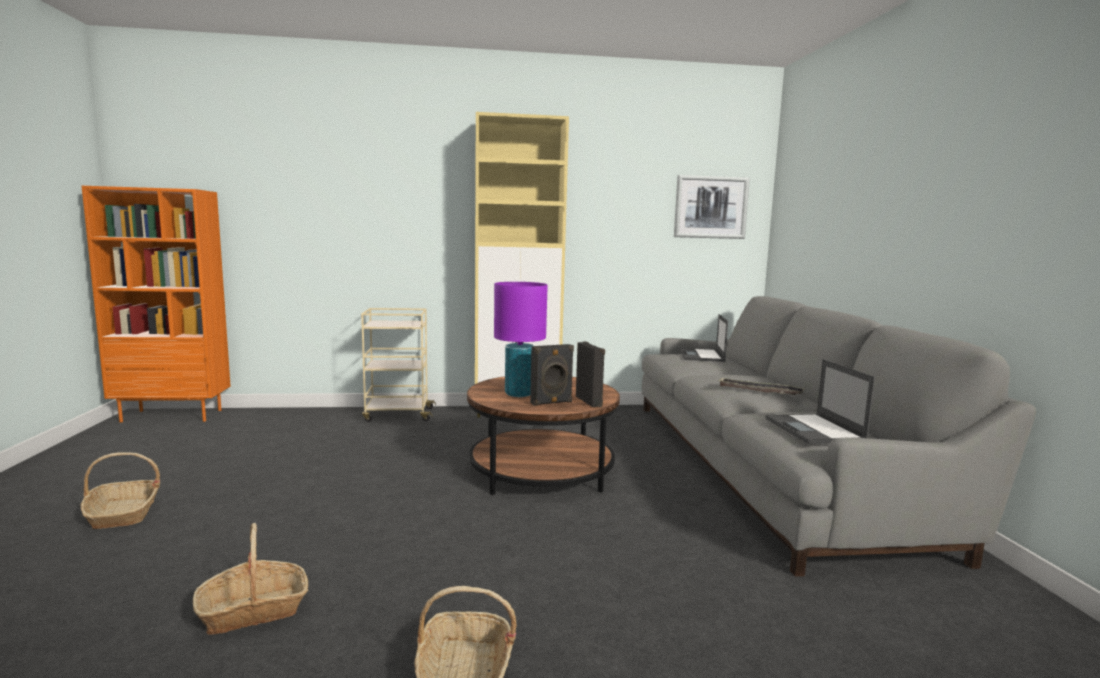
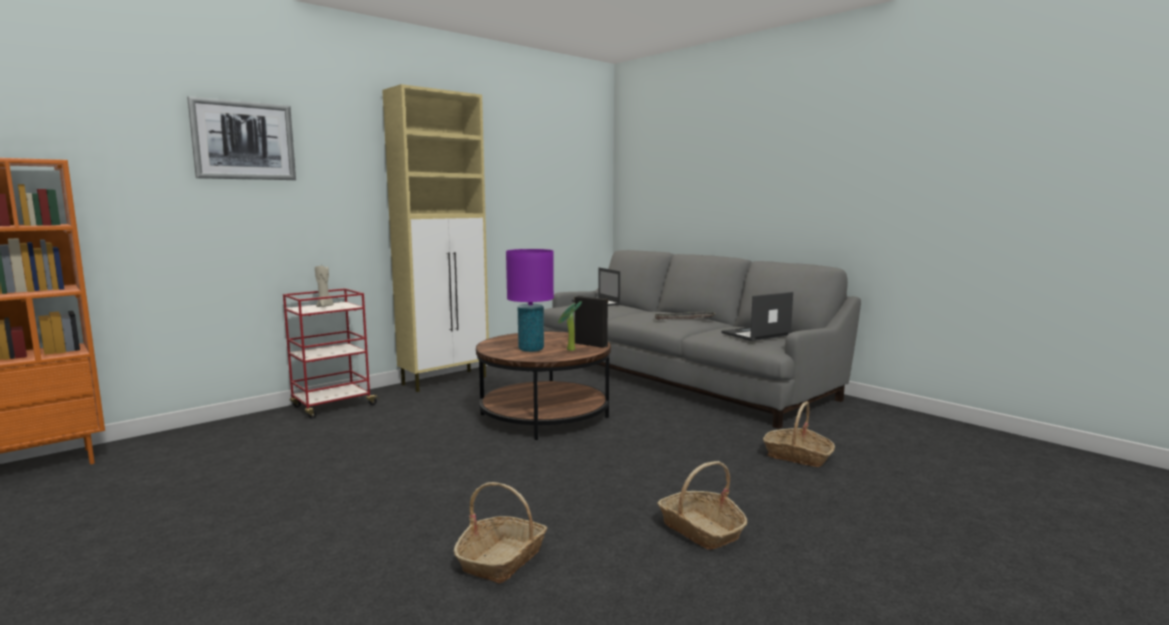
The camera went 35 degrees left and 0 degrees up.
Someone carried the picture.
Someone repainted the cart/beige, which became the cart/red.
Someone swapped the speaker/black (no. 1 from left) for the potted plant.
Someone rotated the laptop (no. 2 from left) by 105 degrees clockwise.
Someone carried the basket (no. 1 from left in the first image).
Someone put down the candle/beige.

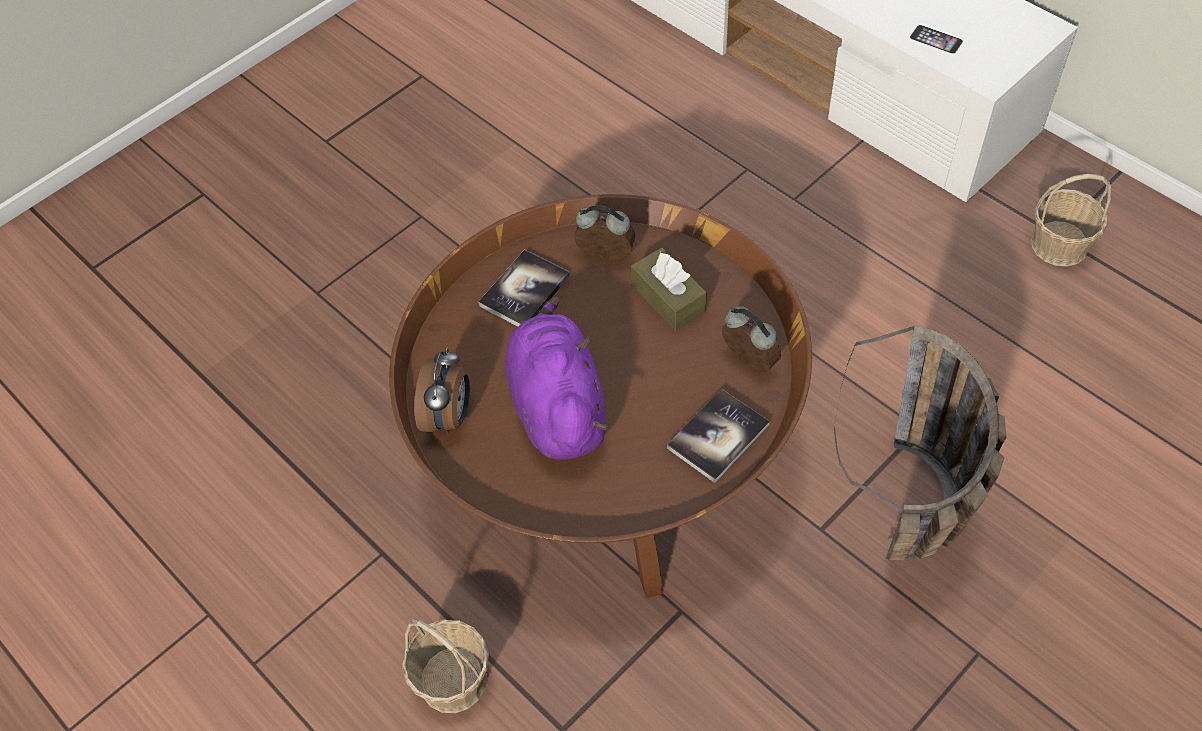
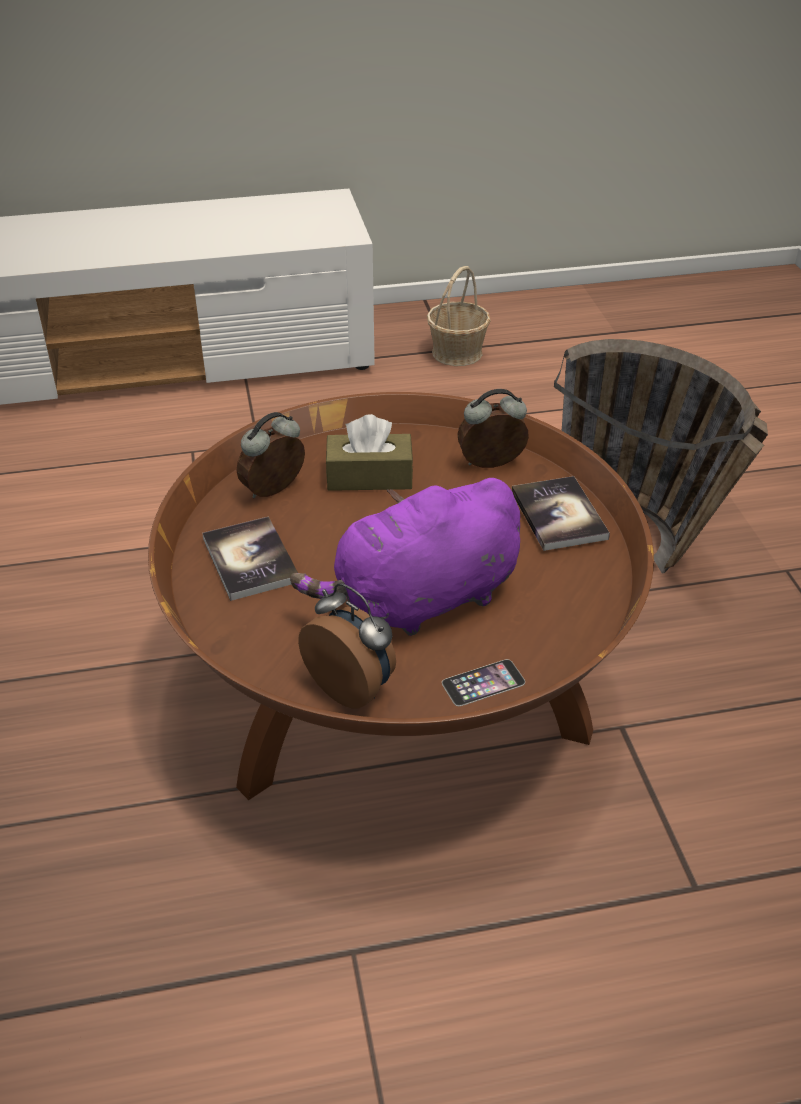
The camera went 60 degrees left and 15 degrees down.
Someone carried the phone.
Someone rotated the plush toy/purple by 45 degrees counterclockwise.
Someone took away the basket (no. 1 from left).

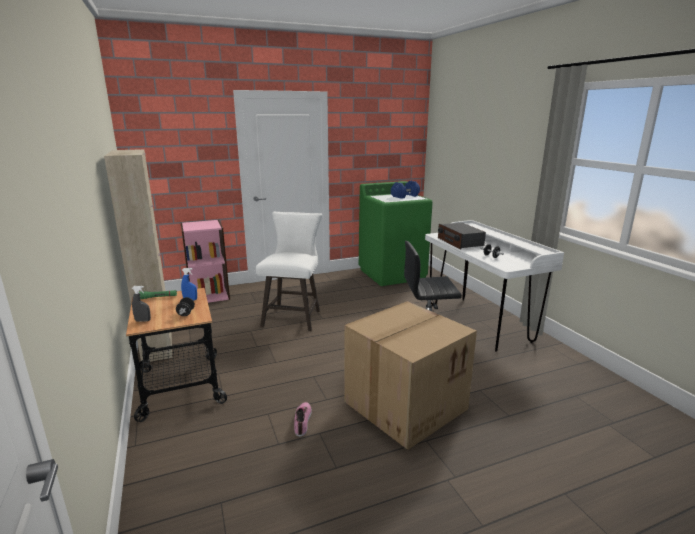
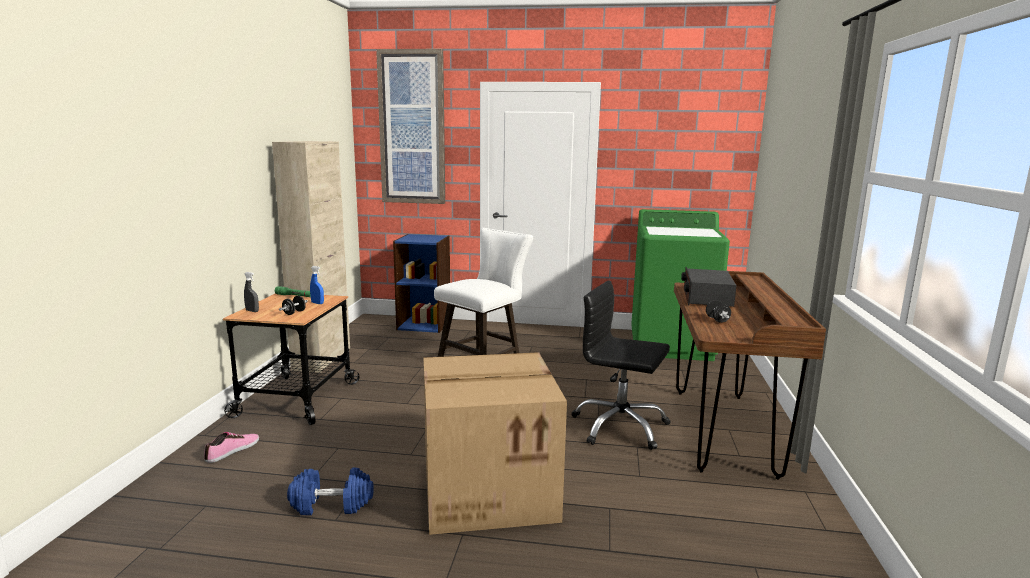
The camera went 30 degrees right and 5 degrees down.
Someone carried the dumbbell/blue.
Someone repainted the bookcase/pink, which became the bookcase/blue.
Someone repainted the desk/white, which became the desk/brown.
Someone carried the shoe.
Someone put up the picture.

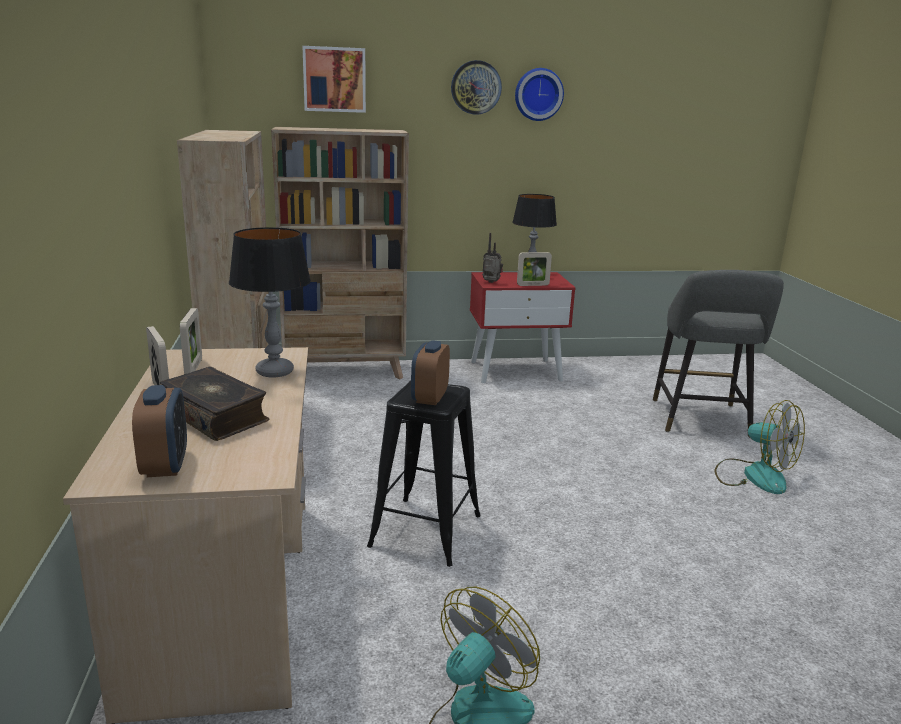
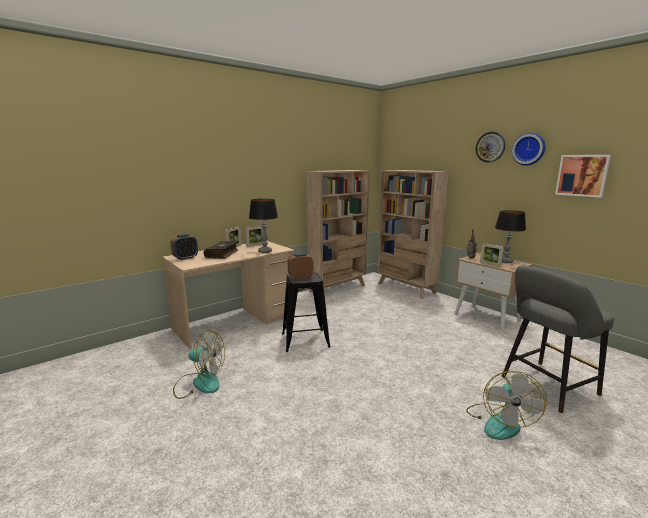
The camera went 60 degrees right and 5 degrees down.
Someone carried the picture.
Someone repainted the nightstand/red, which became the nightstand/beige.

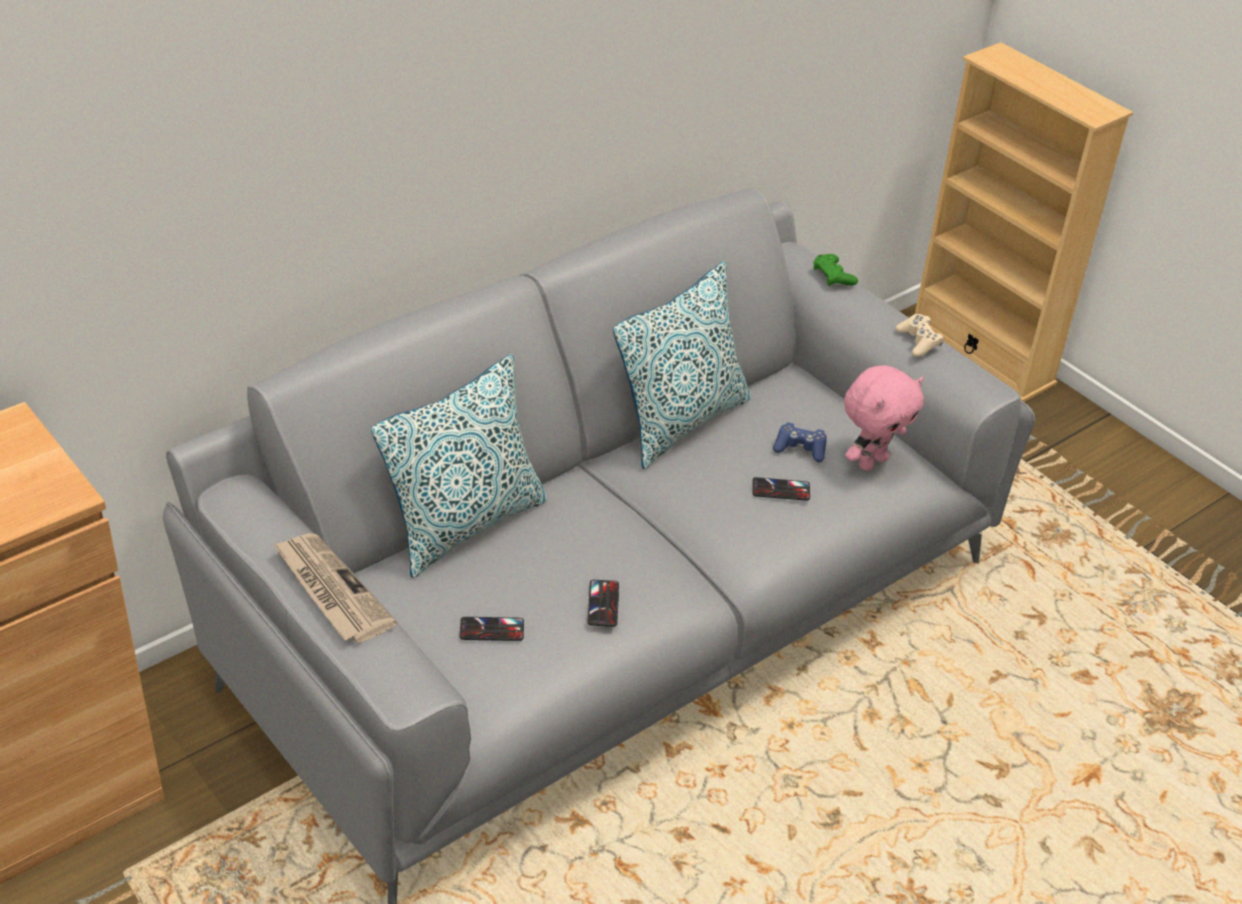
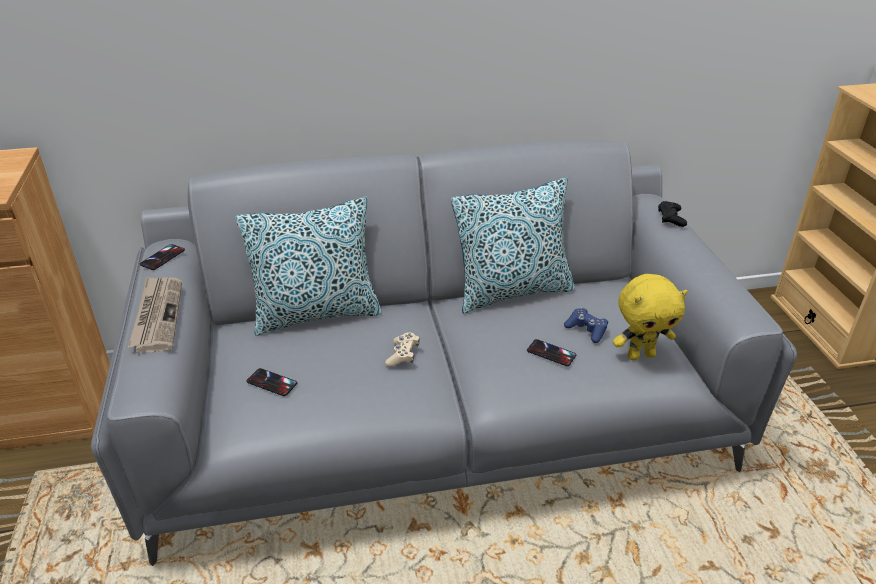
The camera went 30 degrees right and 5 degrees down.
Someone repainted the game controller/green, which became the game controller/black.
Someone carried the game controller/beige.
Someone repainted the plush toy/pink, which became the plush toy/yellow.
Someone carried the phone (no. 2 from left in the first image).

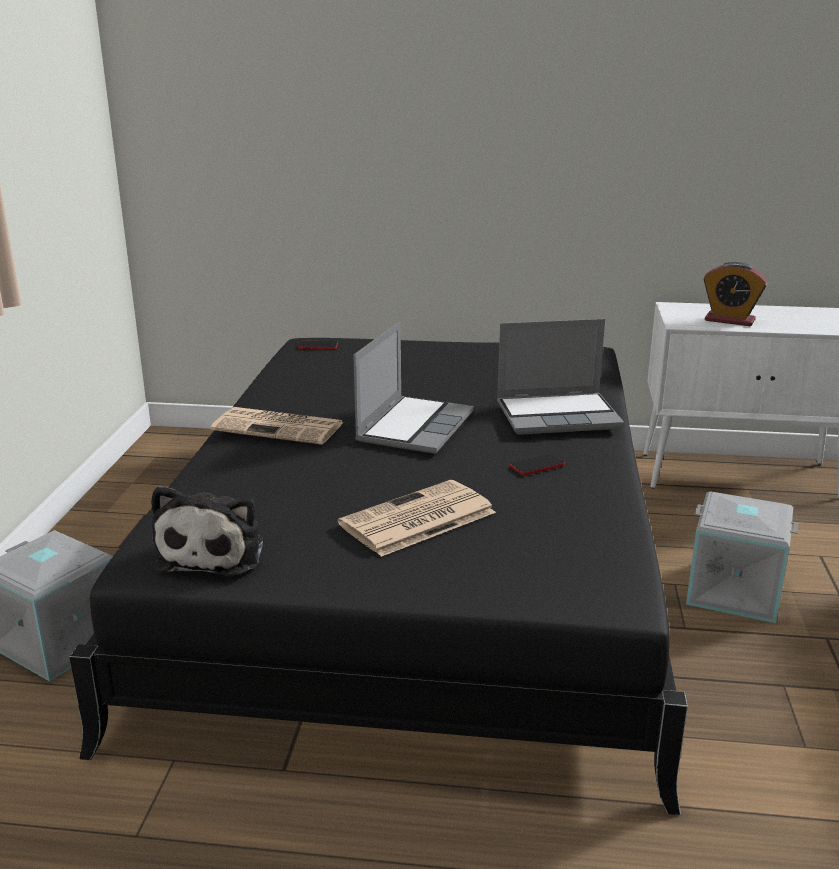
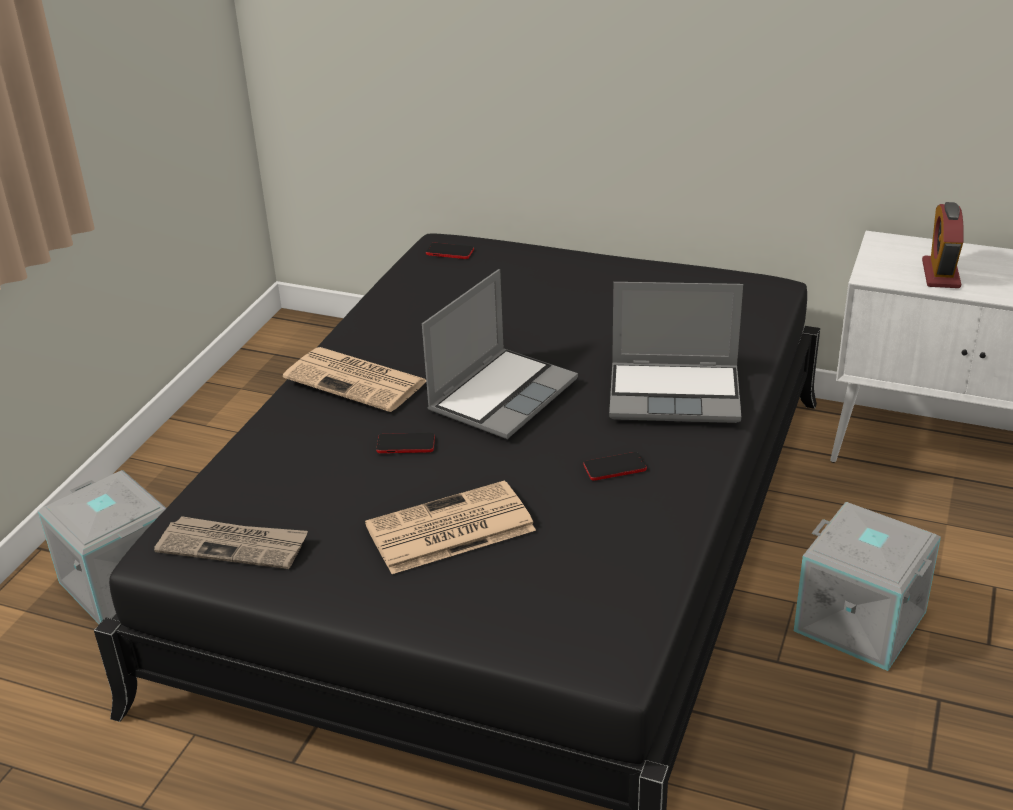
The camera went 15 degrees right and 10 degrees up.
Someone rotated the alarm clock by 60 degrees clockwise.
Someone swapped the plush toy for the newspaper (no. 1 from left).
Someone put down the phone (no. 1 from left).

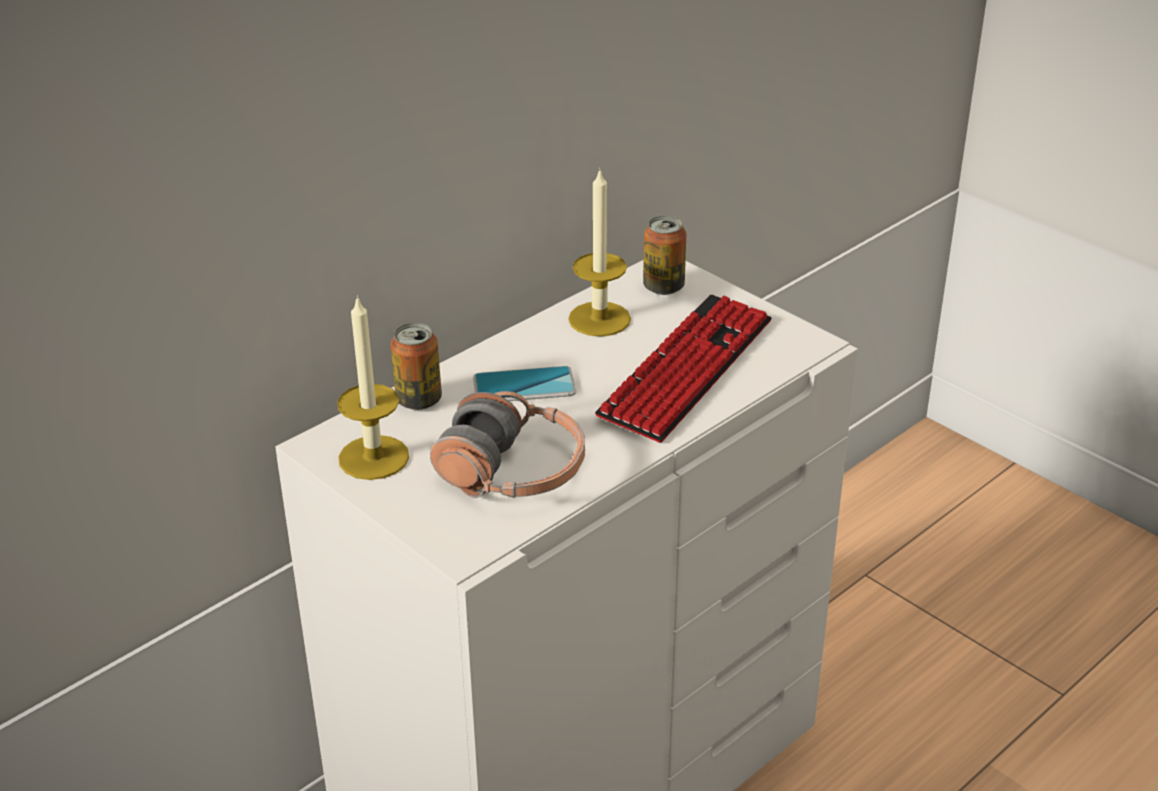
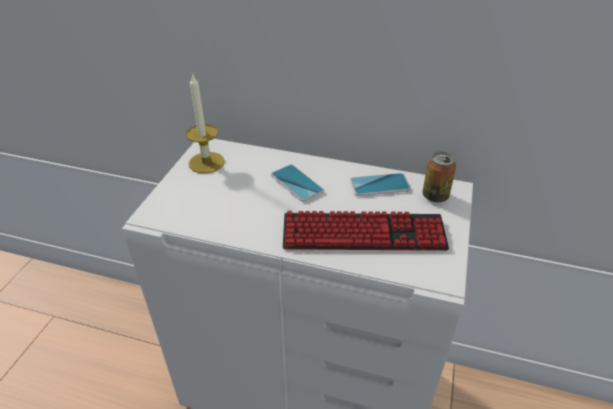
The camera went 60 degrees right and 5 degrees up.
Someone swapped the candle (no. 2 from left) for the phone (no. 2 from left).
Someone took away the can (no. 1 from left).
Someone took away the headphones.

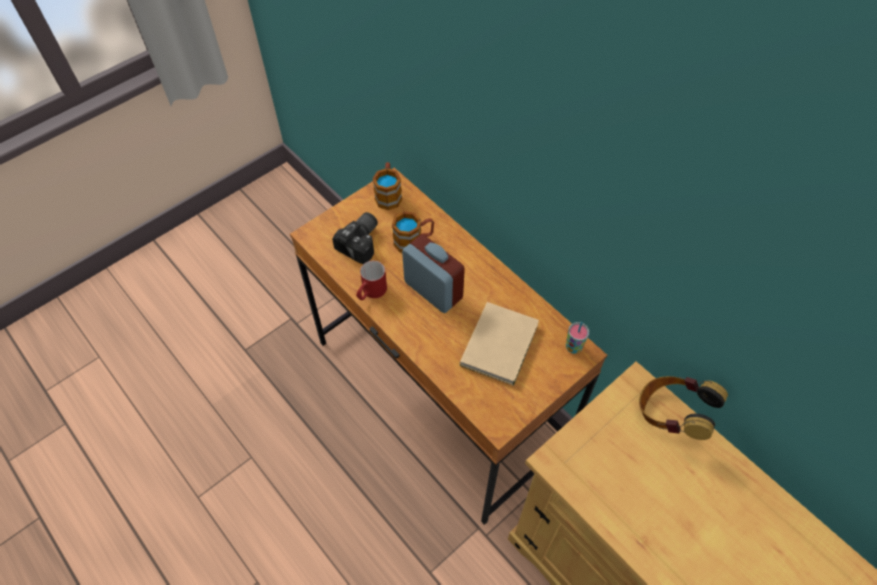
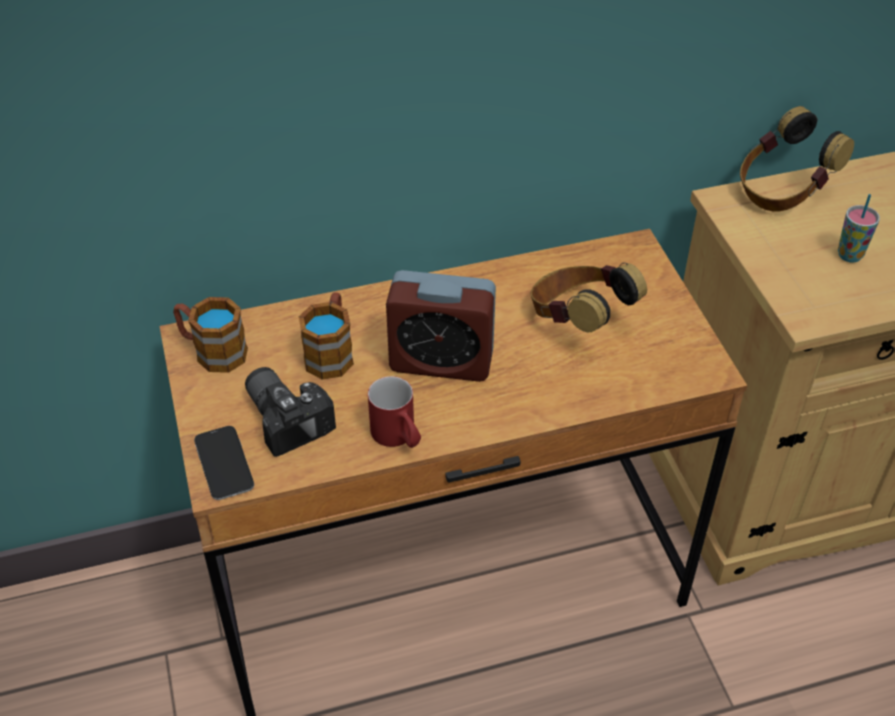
The camera went 65 degrees left and 10 degrees down.
Someone rotated the alarm clock by 150 degrees counterclockwise.
Someone swapped the book/beige for the headphones (no. 1 from left).
Someone carried the cup.
Someone put down the phone.

